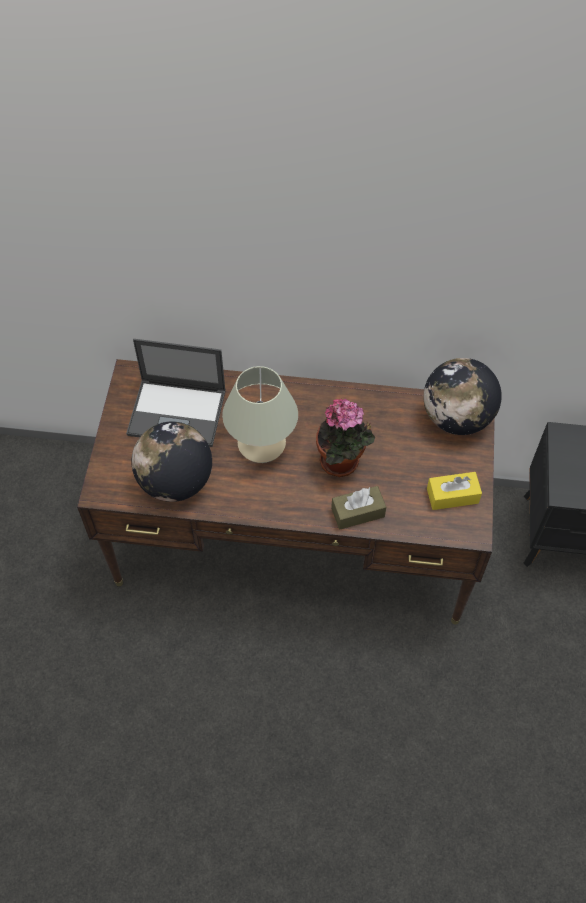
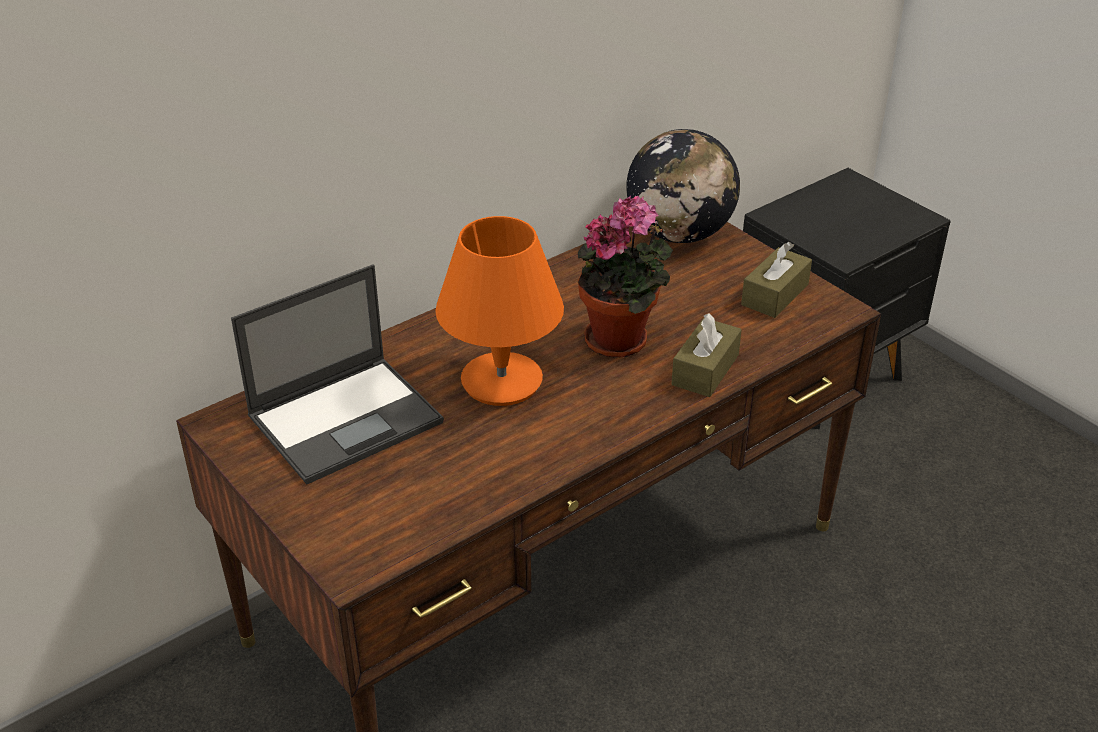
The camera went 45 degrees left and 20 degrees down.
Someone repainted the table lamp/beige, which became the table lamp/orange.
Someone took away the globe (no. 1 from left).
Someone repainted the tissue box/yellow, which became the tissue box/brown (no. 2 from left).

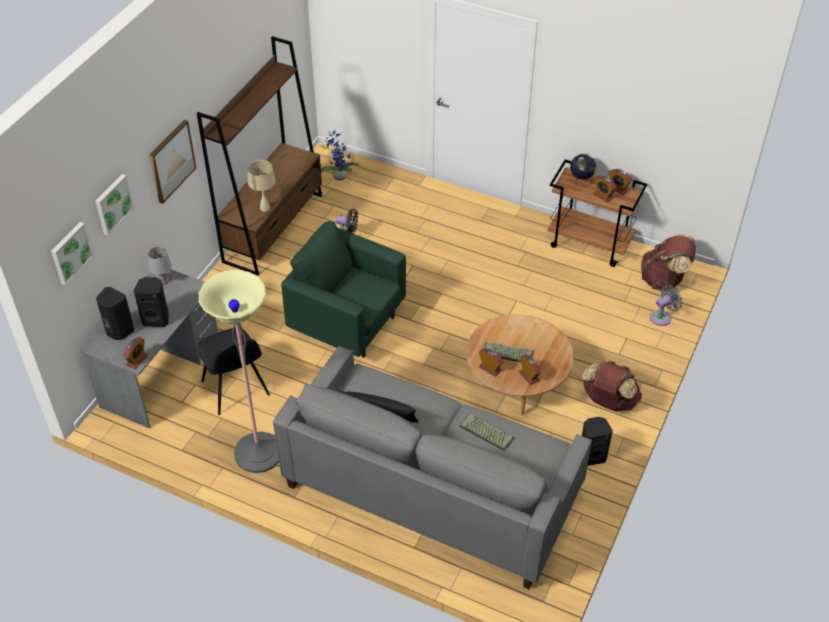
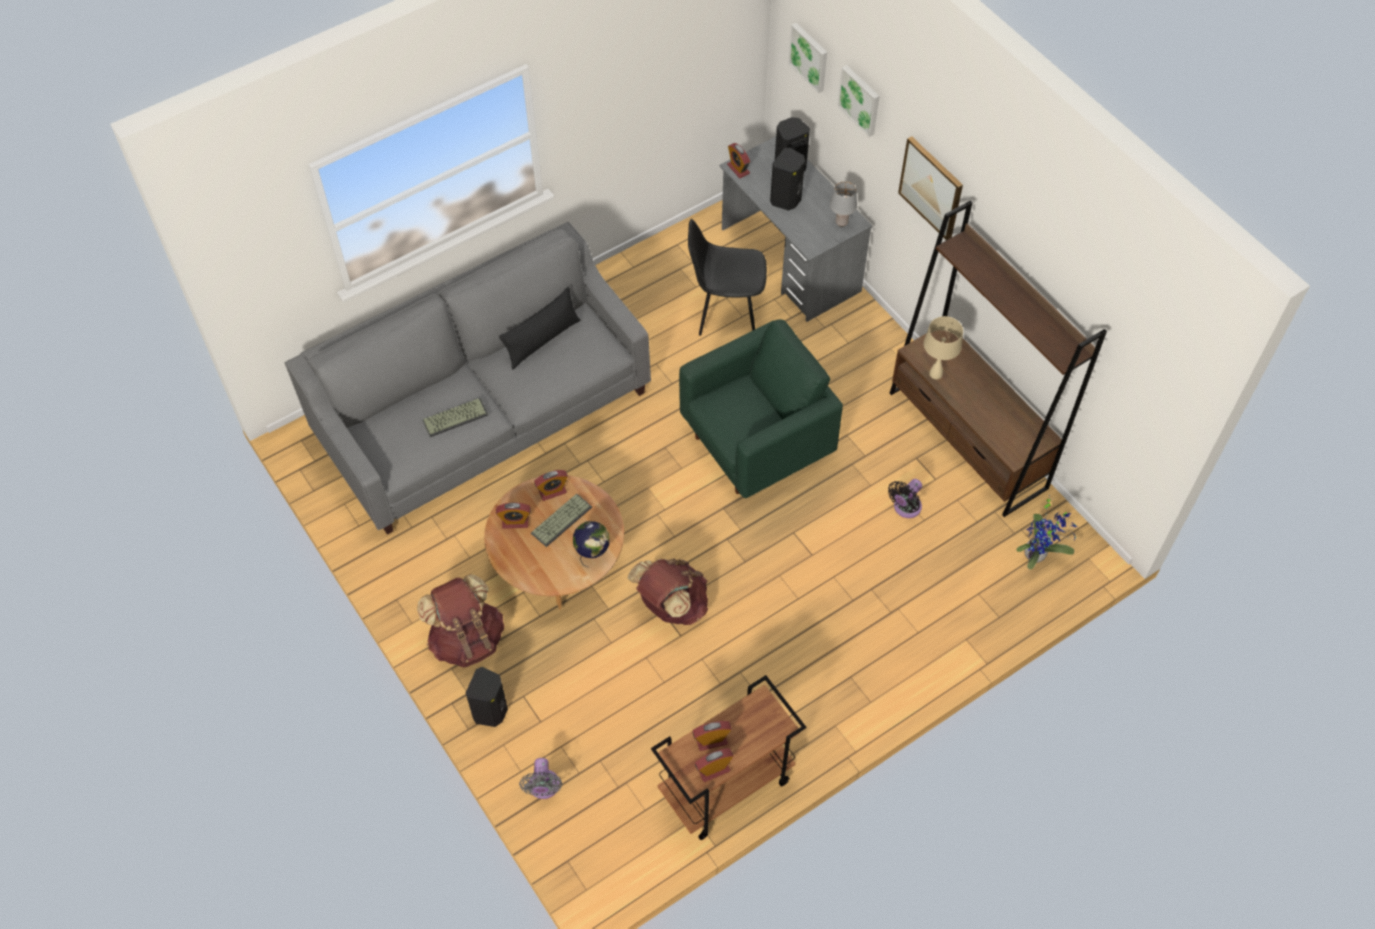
The camera went 120 degrees right and 10 degrees up.
Someone carried the globe.
Someone carried the backpack/brown (no. 2 from left).
Someone took away the floor lamp.
Someone carried the speaker/black (no. 3 from left in the first image).

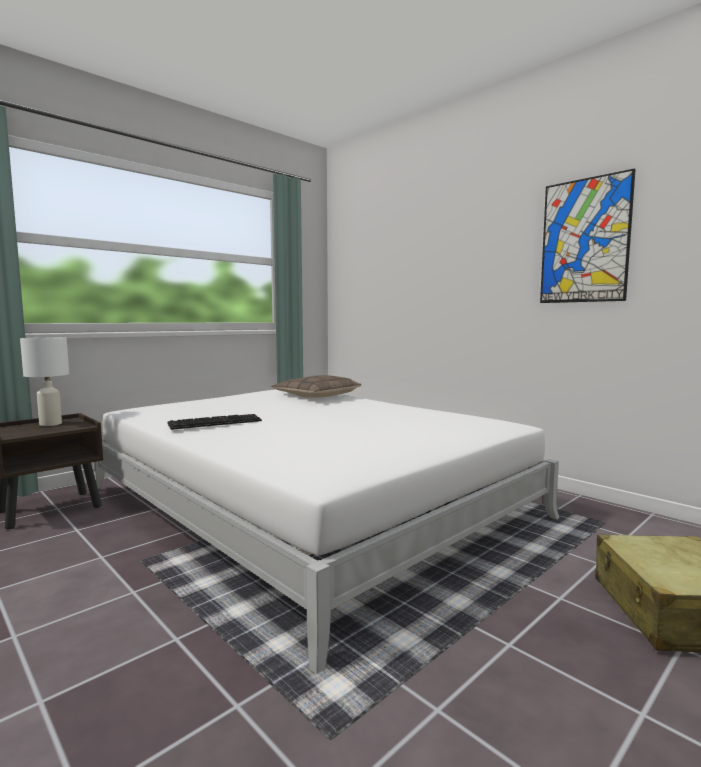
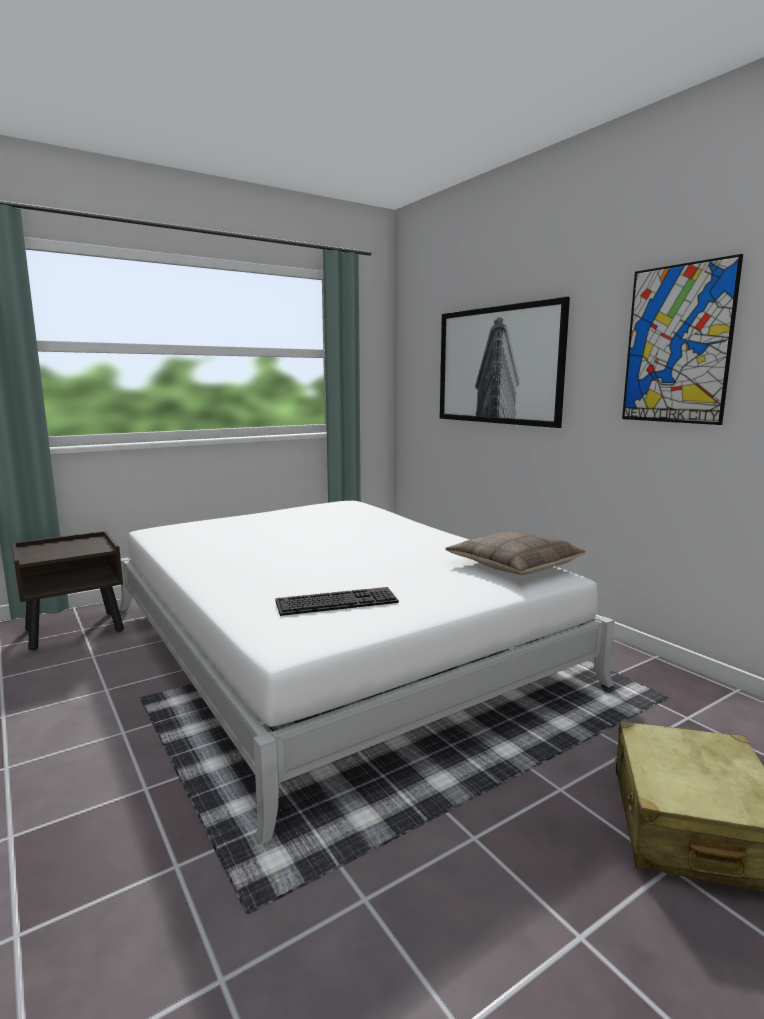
The camera went 10 degrees right and 5 degrees up.
Someone took away the table lamp/white.
Someone carried the pillow.
Someone carried the keyboard.
Someone put up the picture (no. 1 from left).

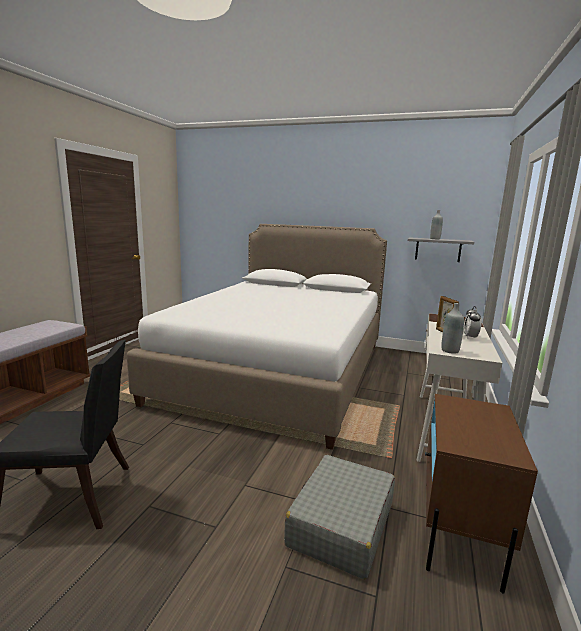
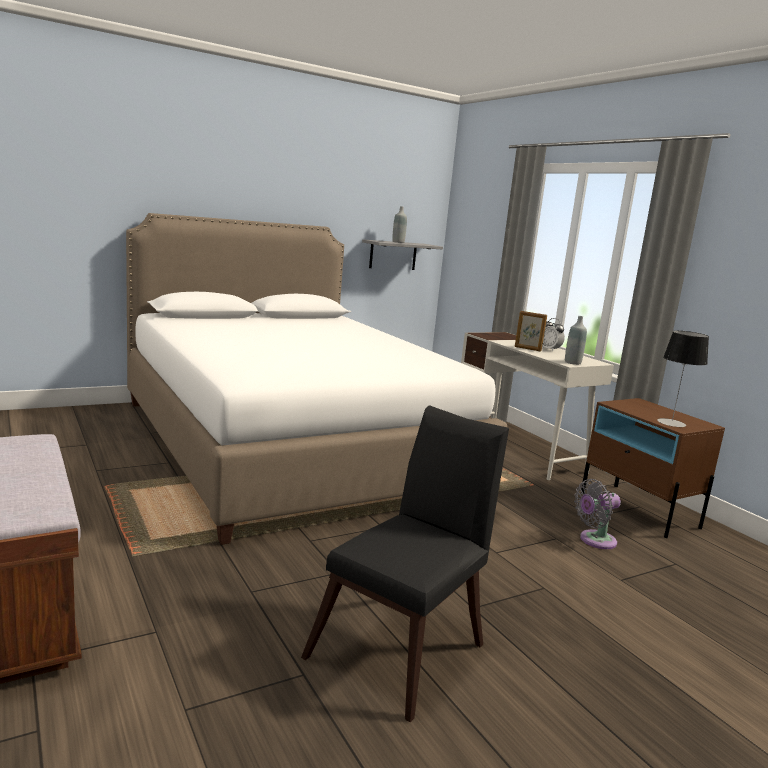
The camera went 50 degrees left and 0 degrees up.
Someone swapped the suitcase/grey for the fan/grey.
Someone put down the table lamp.

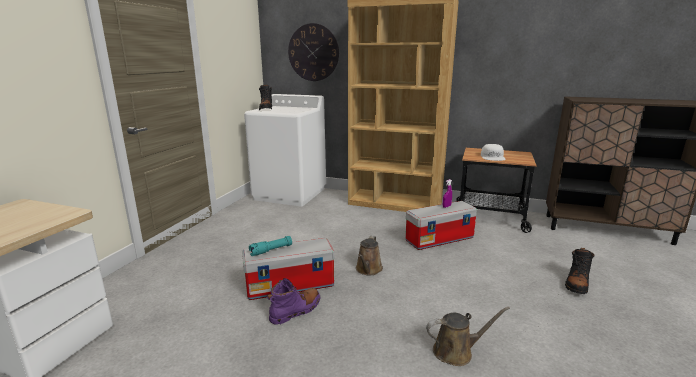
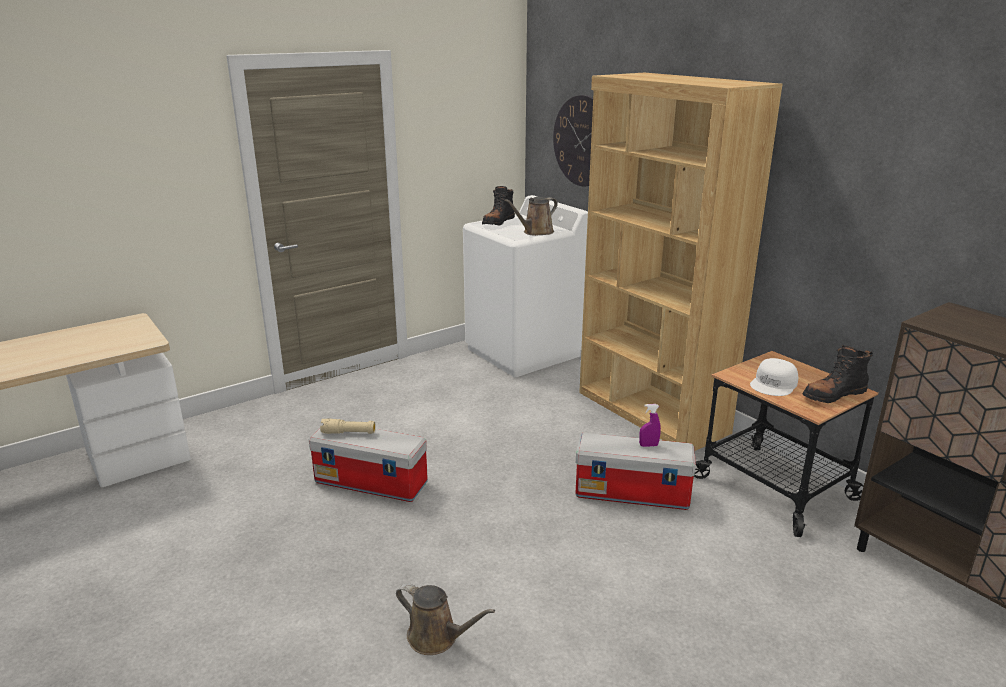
The camera went 35 degrees right and 5 degrees up.
Someone repainted the flashlight/turquoise, which became the flashlight/beige.
Someone carried the watering can/brown (no. 1 from left in the first image).
Someone carried the boot/black (no. 2 from left).
Someone took away the boot/purple.

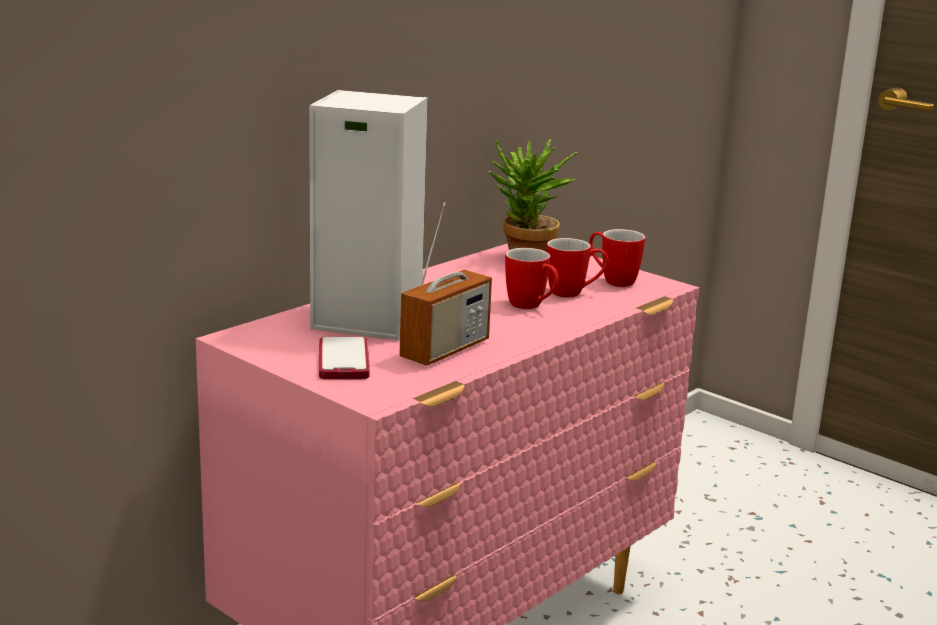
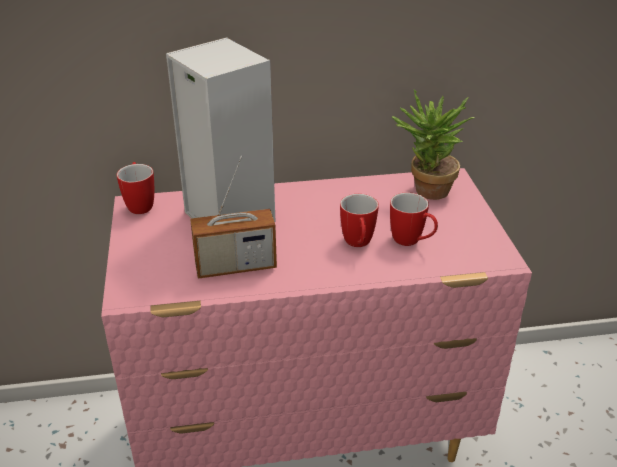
The camera went 40 degrees right and 15 degrees up.
Someone carried the mug (no. 3 from left in the first image).
Someone took away the phone.

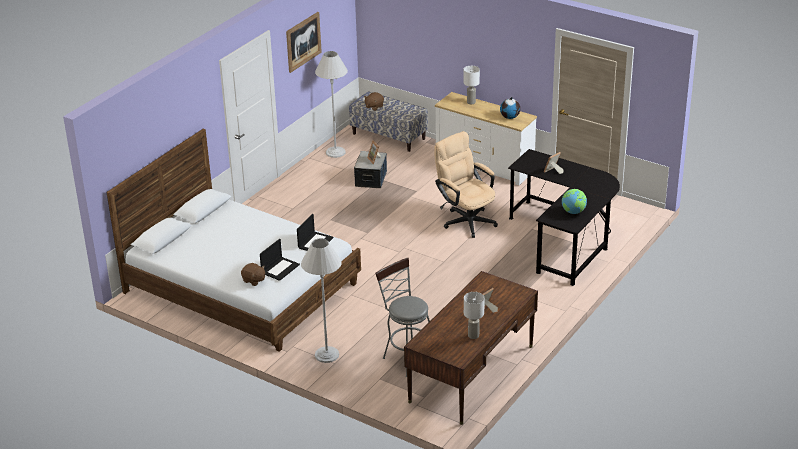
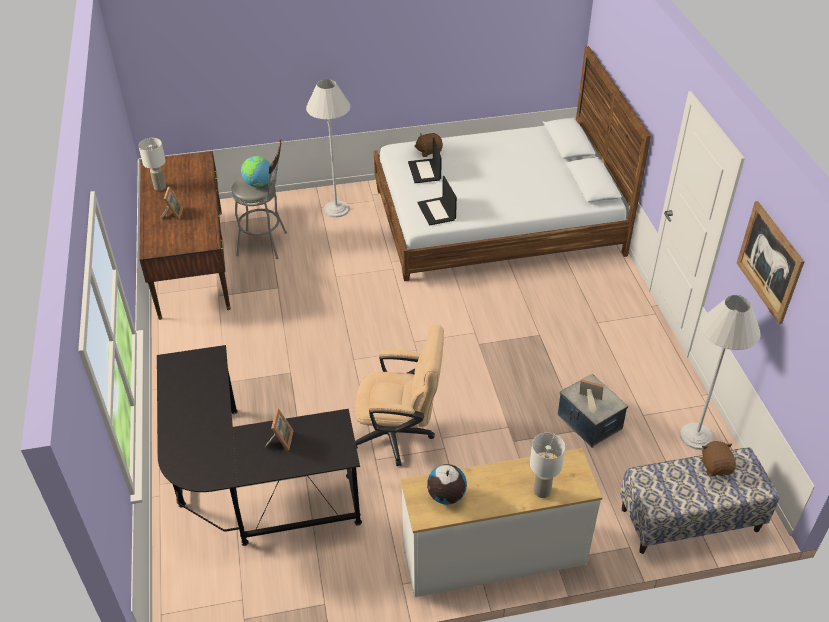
The camera went 135 degrees right and 10 degrees up.
Someone carried the globe (no. 2 from left in the first image).

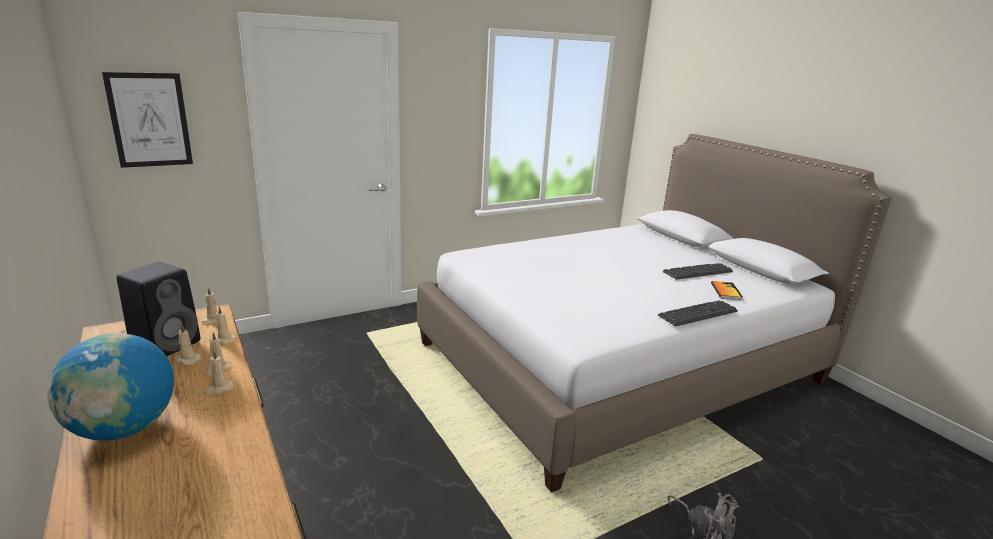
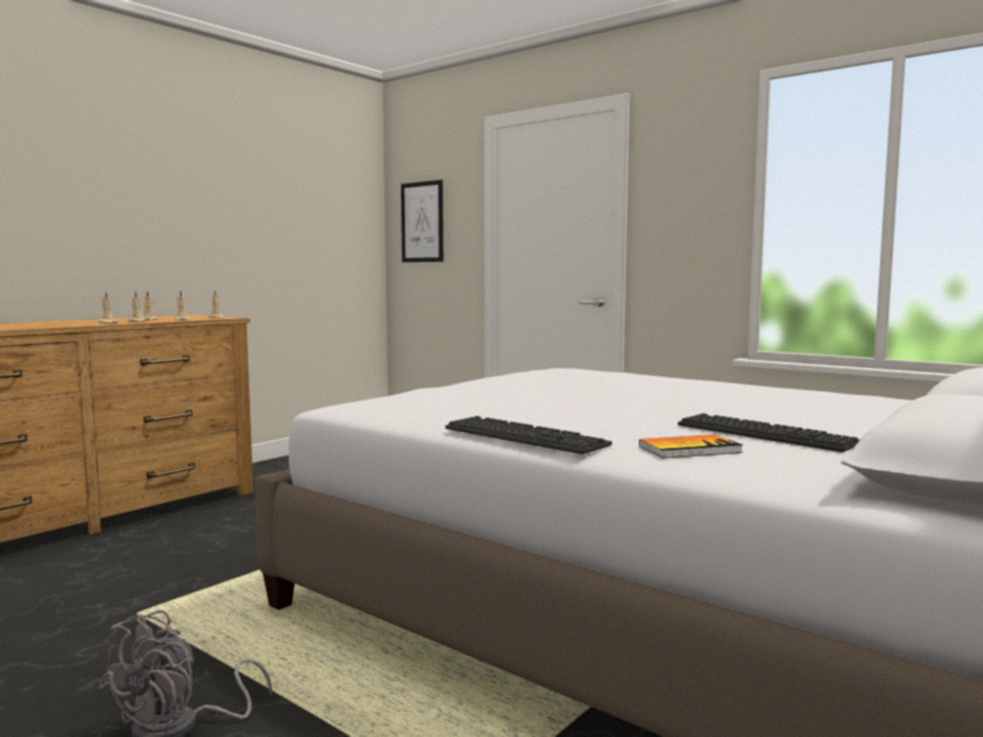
The camera went 70 degrees right and 15 degrees down.
Someone took away the speaker/black.
Someone took away the globe.

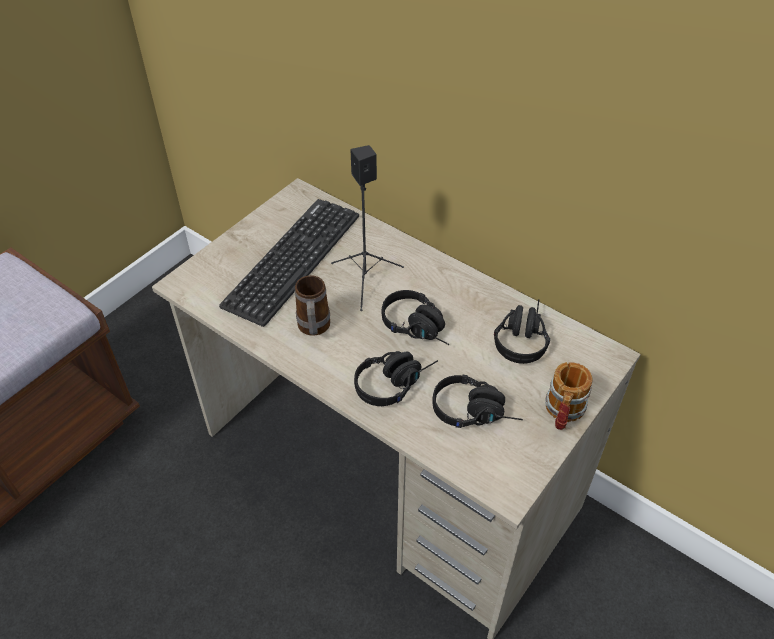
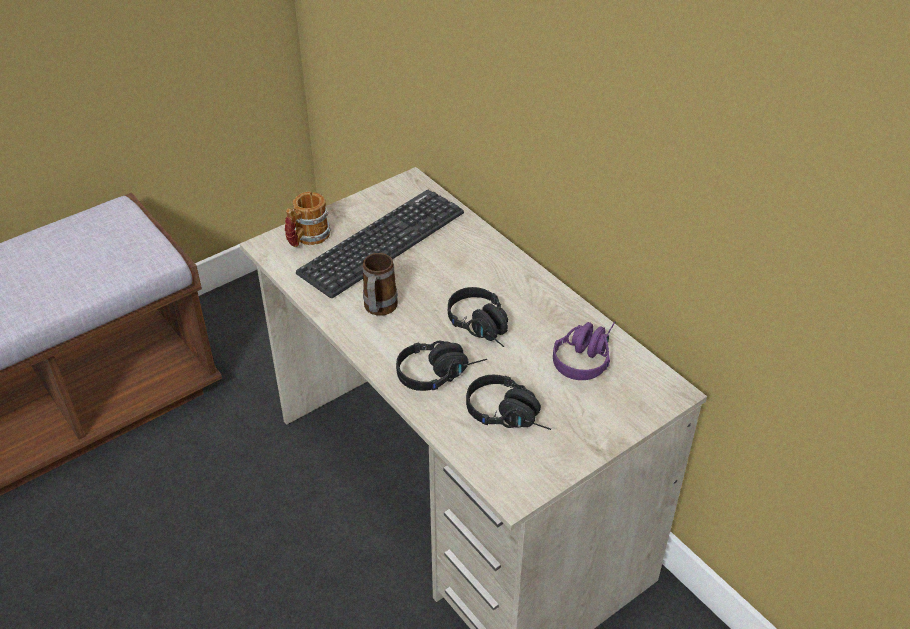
The camera went 15 degrees right and 5 degrees down.
Someone took away the speaker/black.
Someone repainted the headphones/black (no. 4 from left), which became the headphones/purple.
Someone carried the mug (no. 2 from left in the first image).

